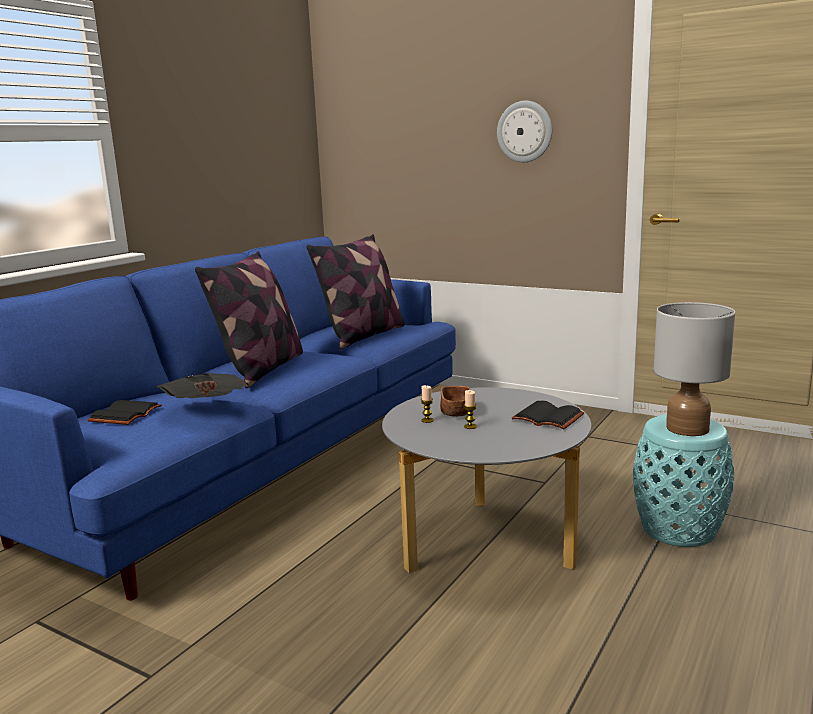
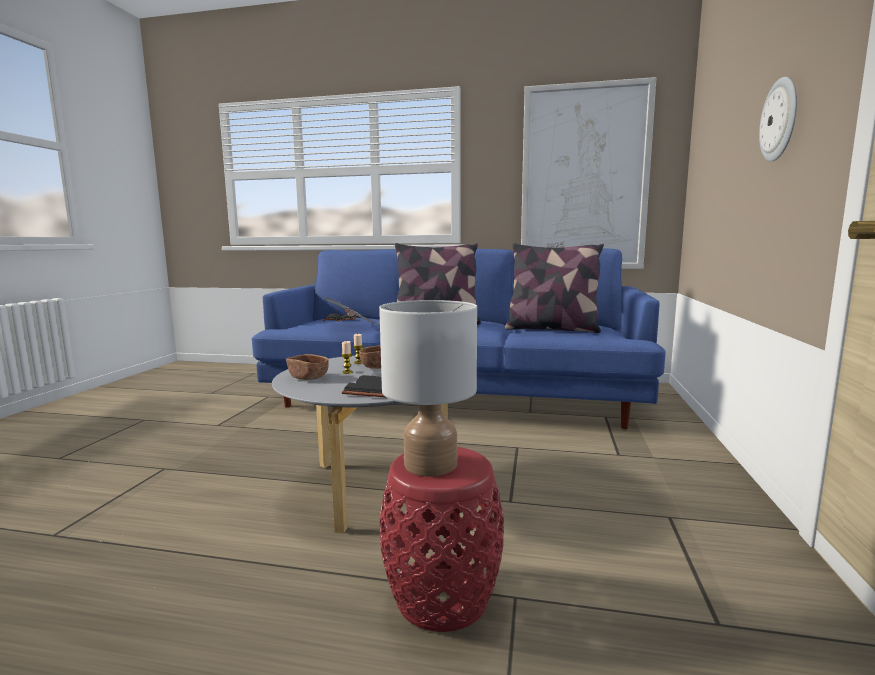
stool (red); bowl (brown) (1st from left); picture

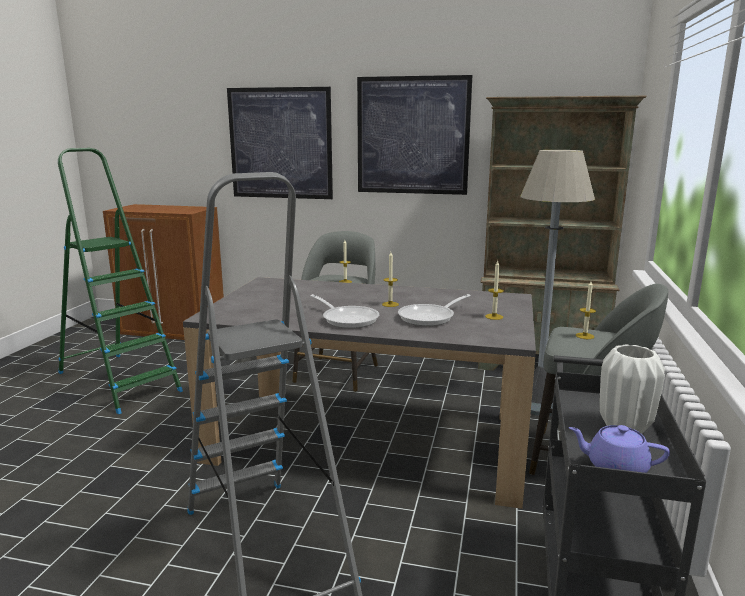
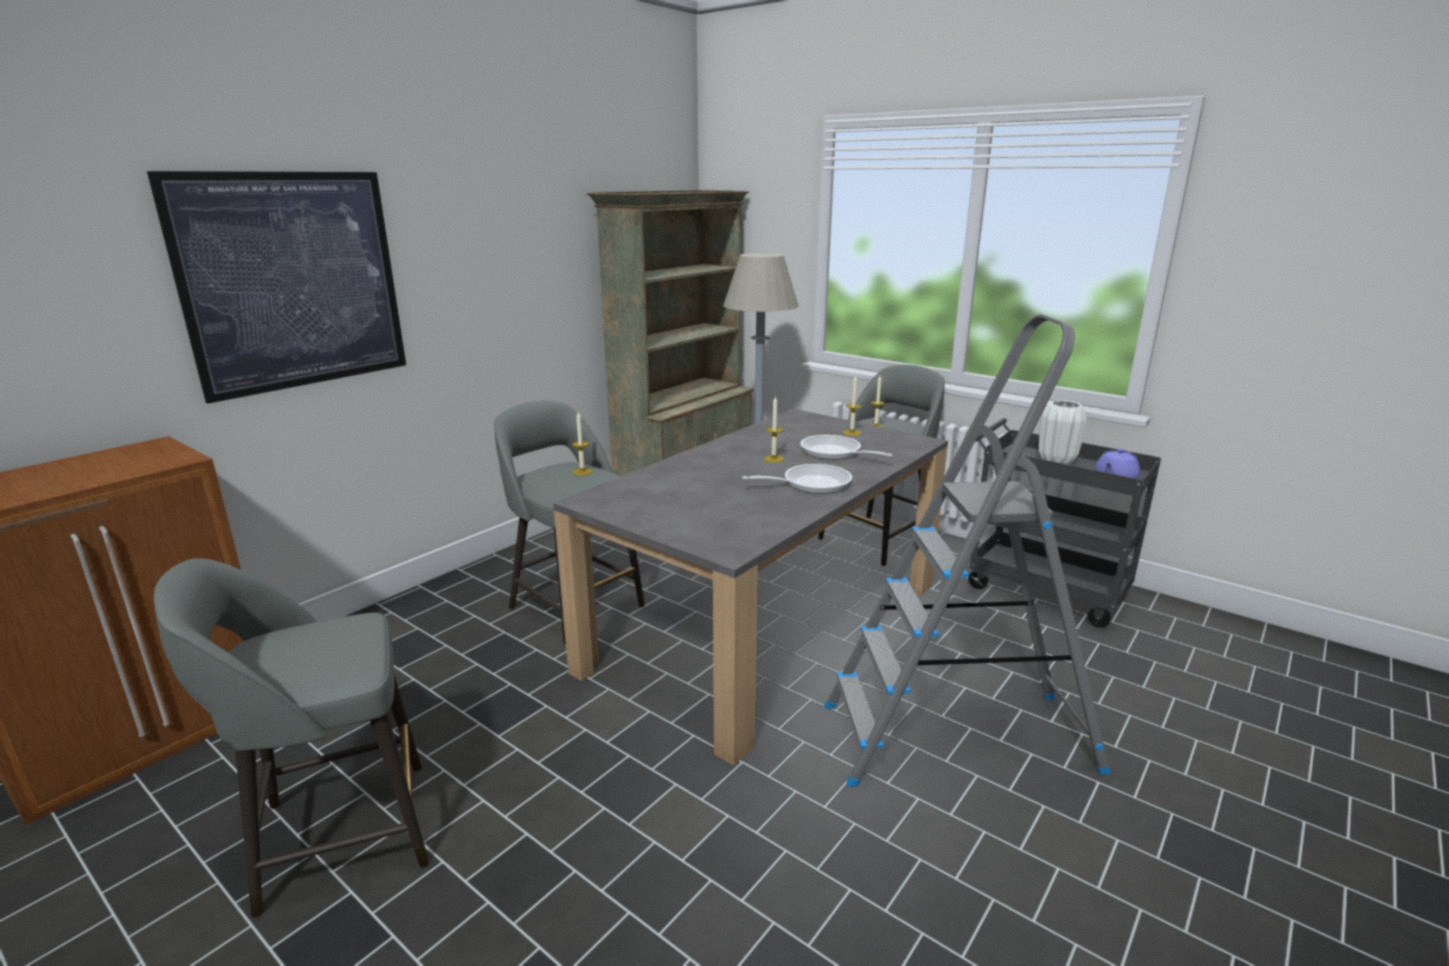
stool (grey) (1st from left); picture (2nd from left in the first image); frying pan (2nd from left)

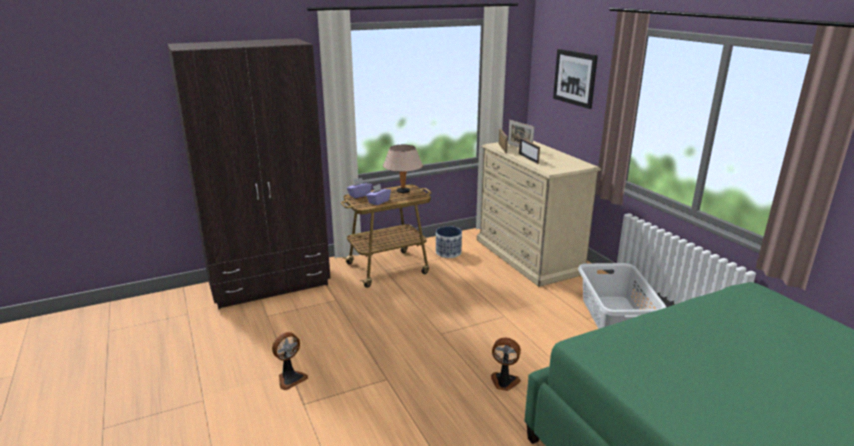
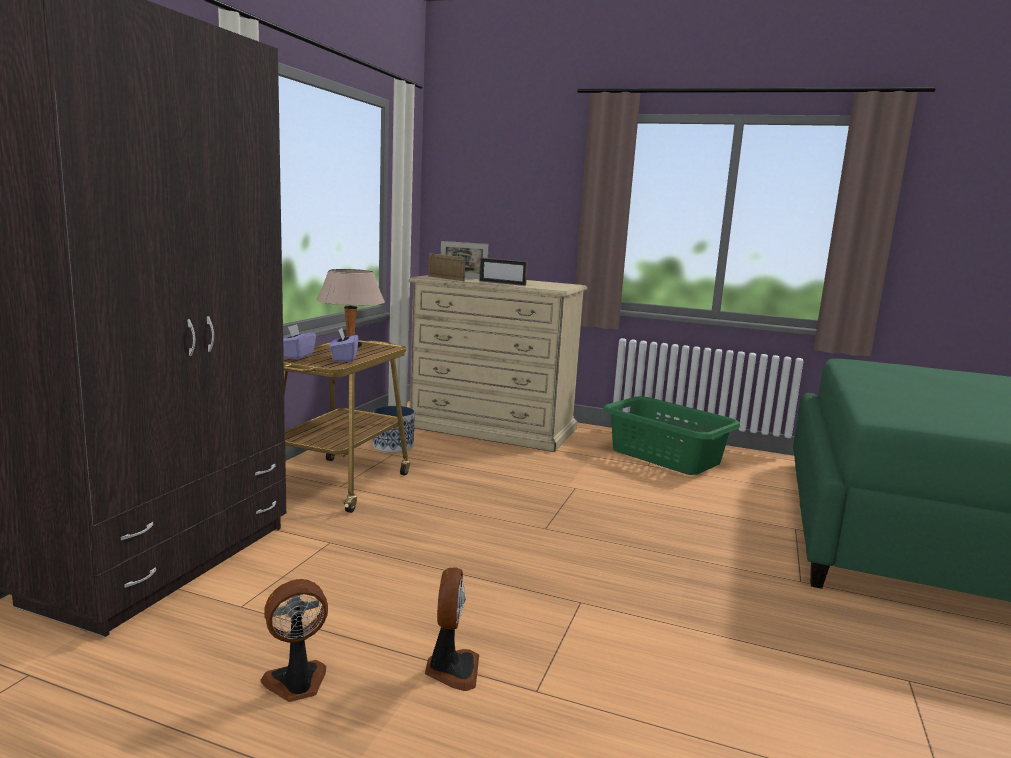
fan (1st from left); picture; laundry basket (green)

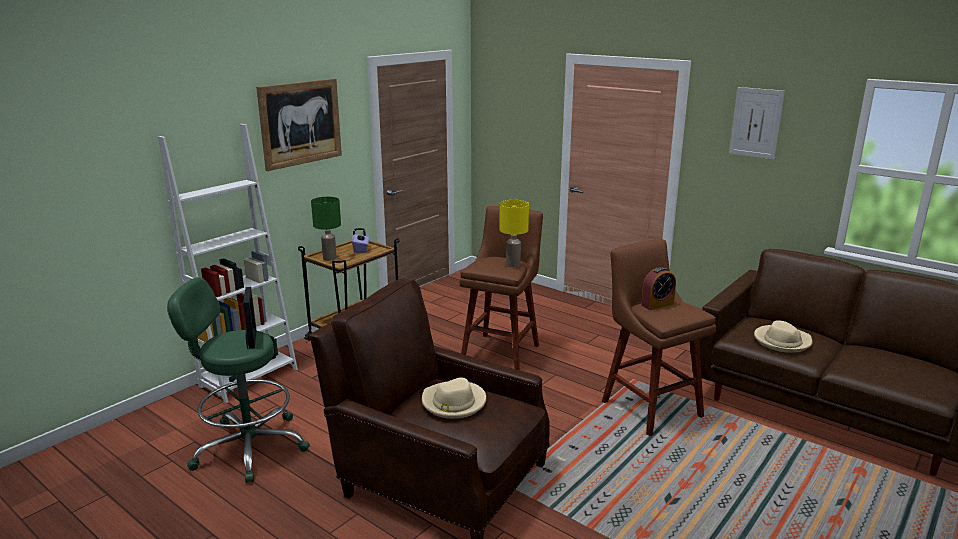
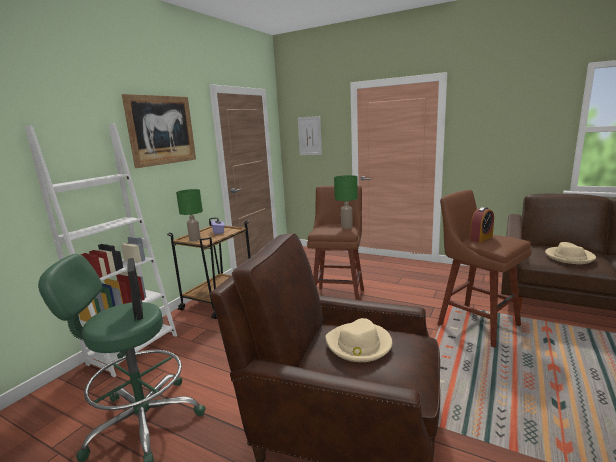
table lamp (green) (2nd from left); picture (2nd from left)

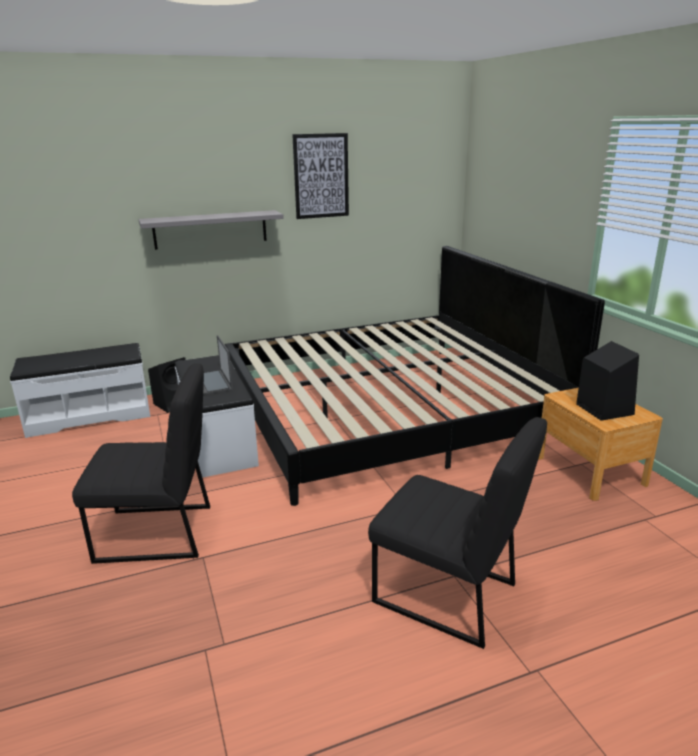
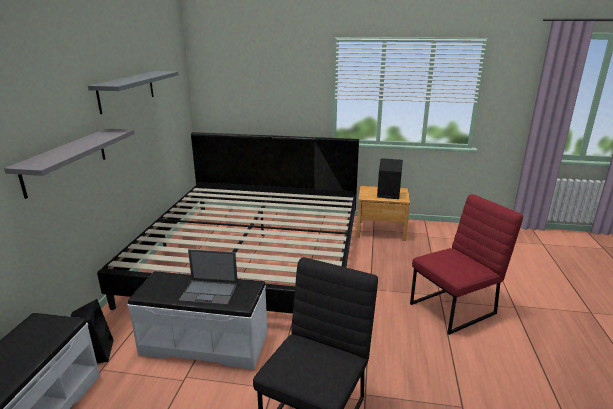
shelf (grey) (2nd from left); chair (red)

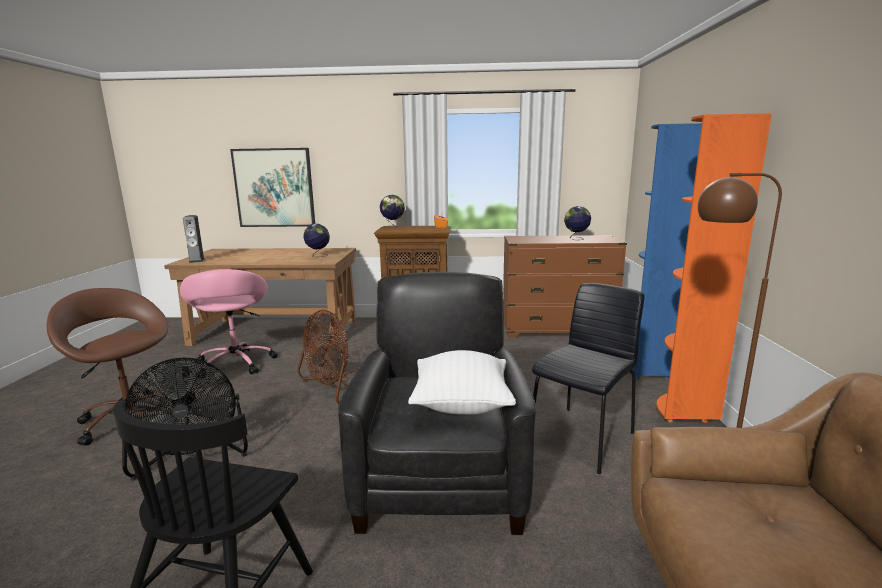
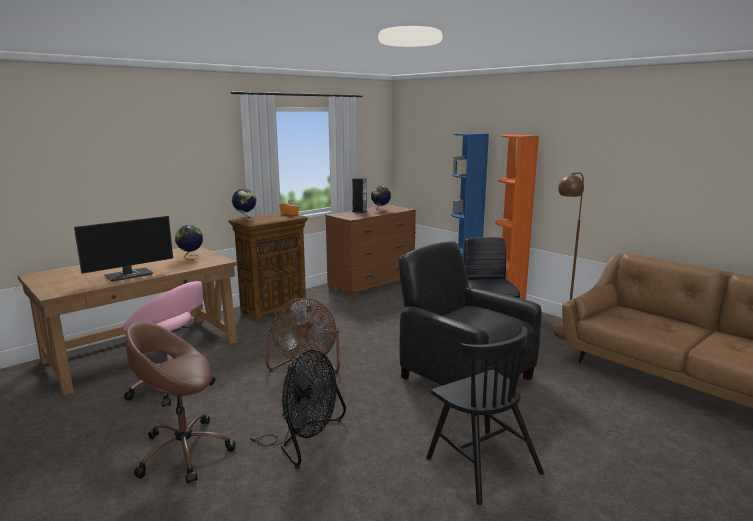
speaker; picture; pillow (white); monitor

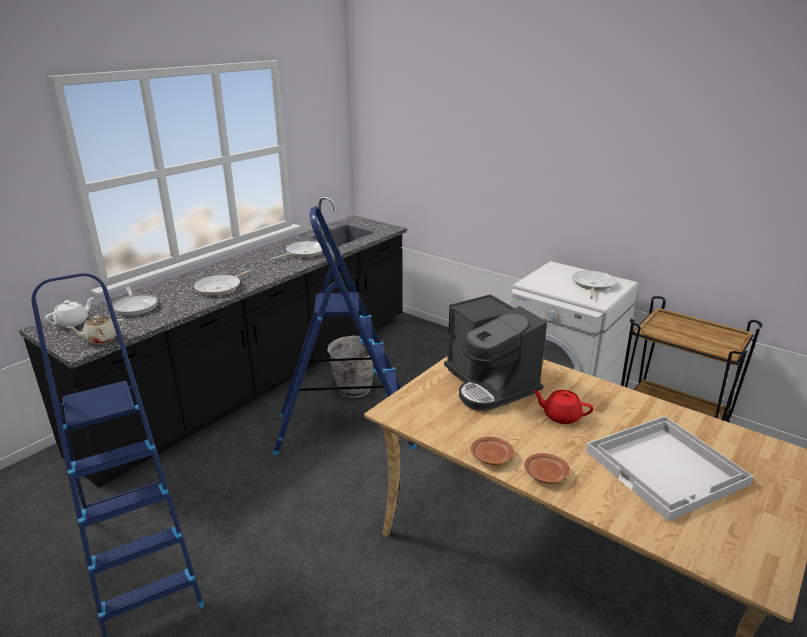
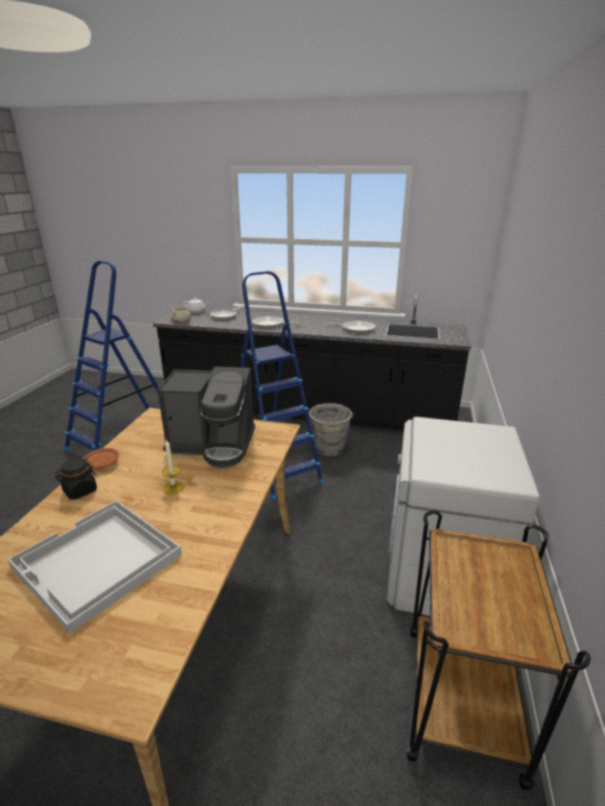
coffee machine; jar (black); candle; frying pan (4th from left in the first image)

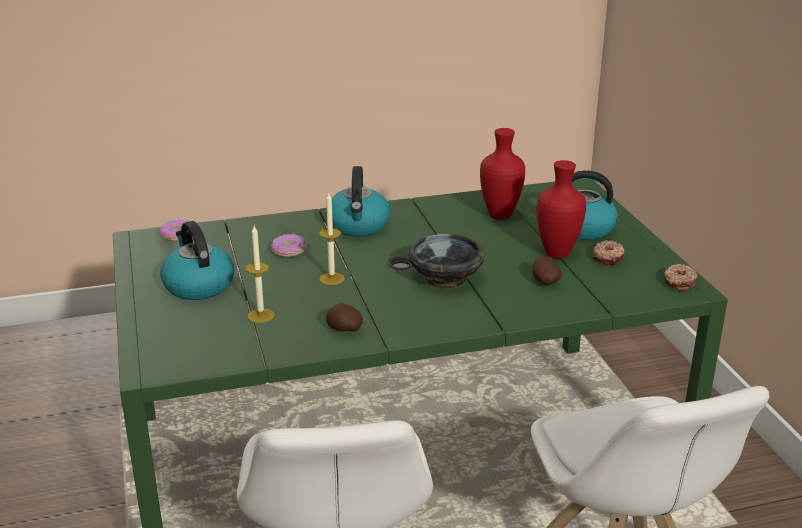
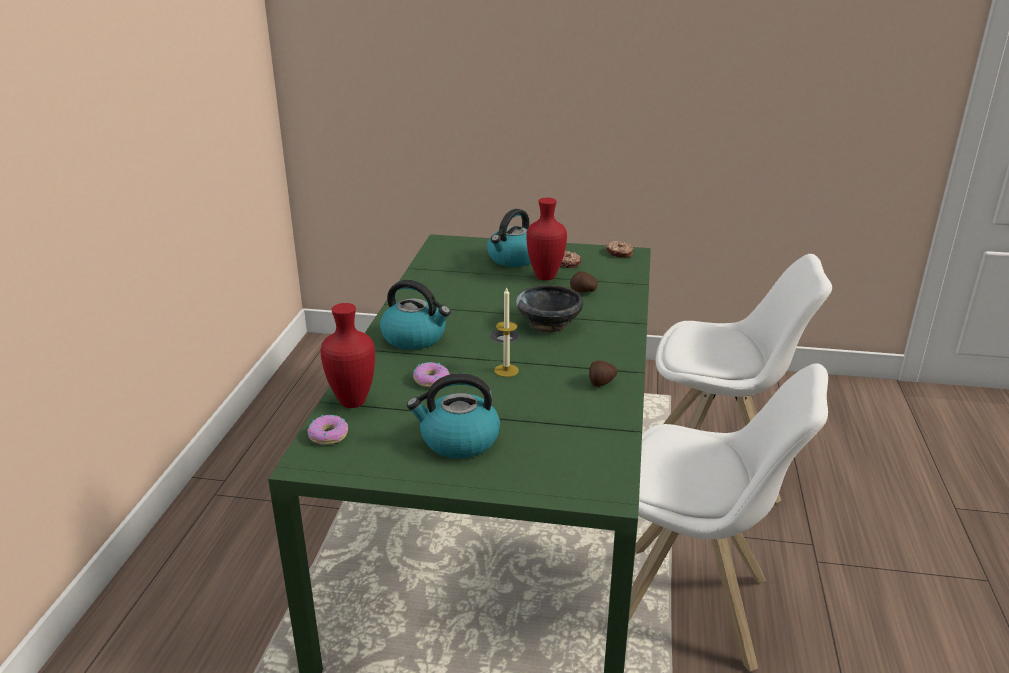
candle (1st from left in the first image); vase (red) (1st from left)

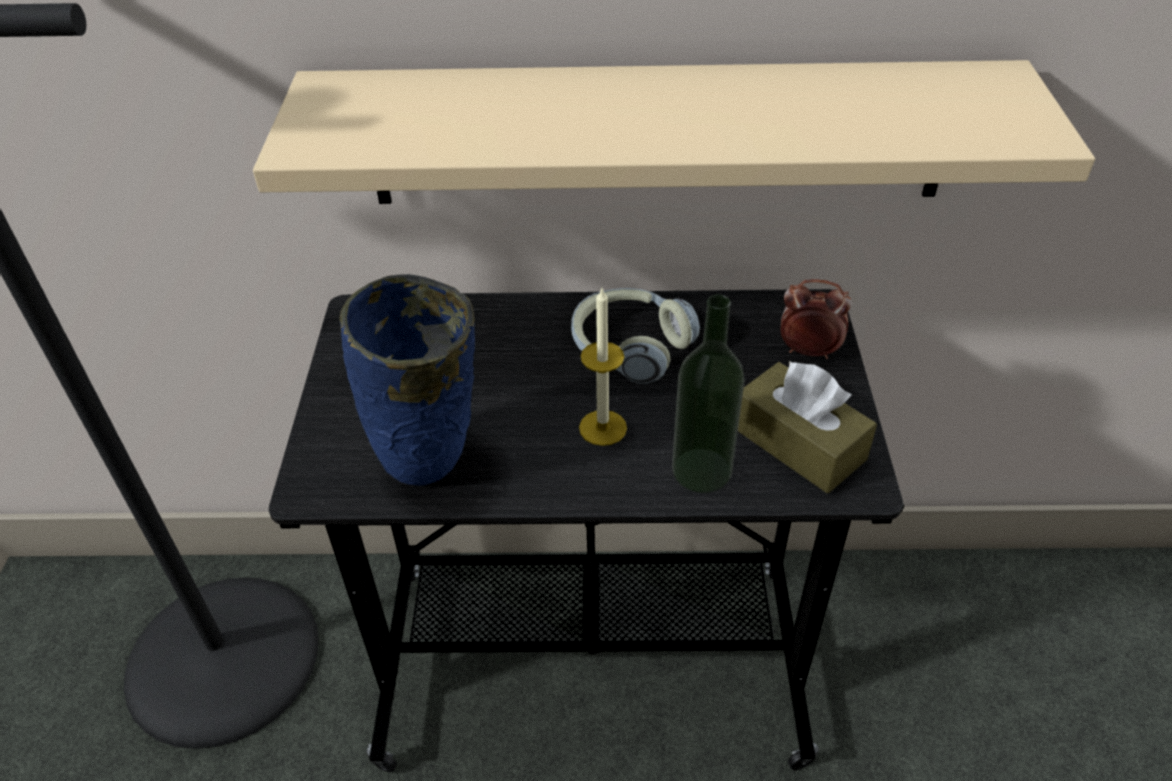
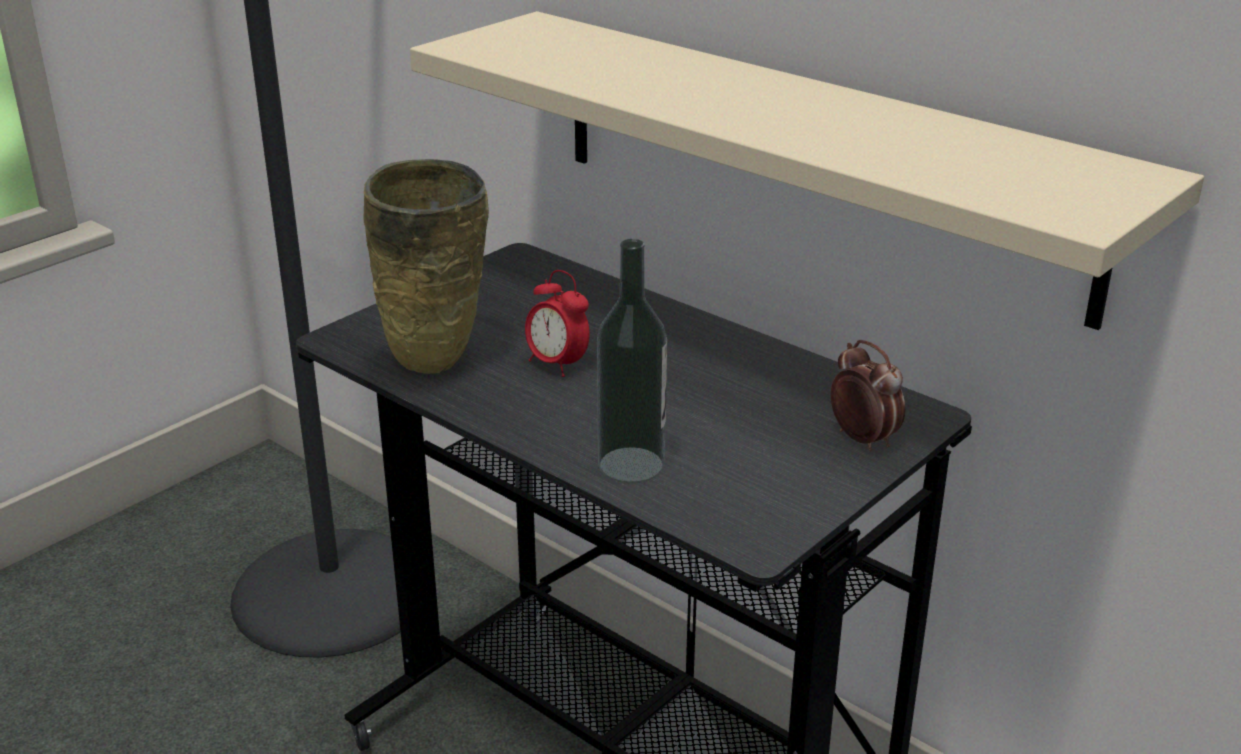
vase (beige); headphones; candle; tissue box (brown); alarm clock (1st from left)

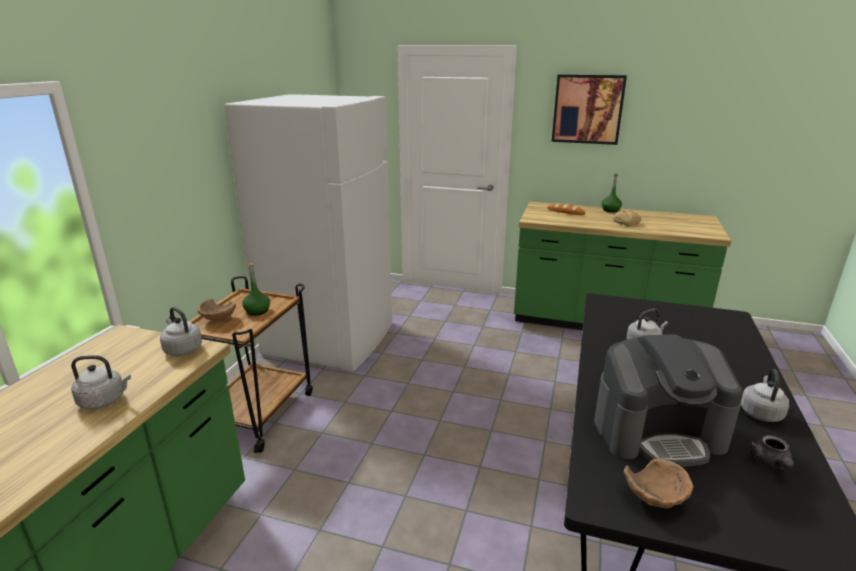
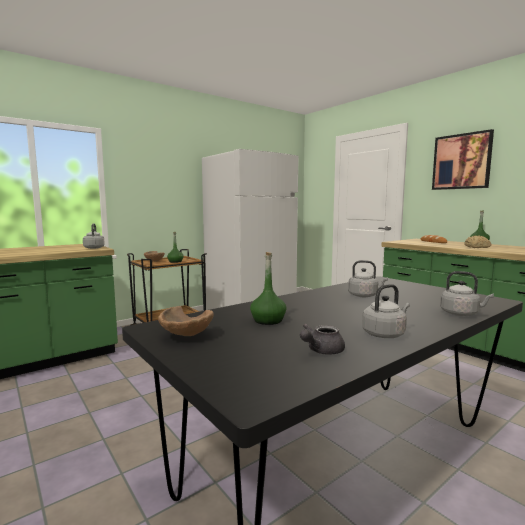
kettle (grey) (4th from left); bottle (green) (2nd from left)

